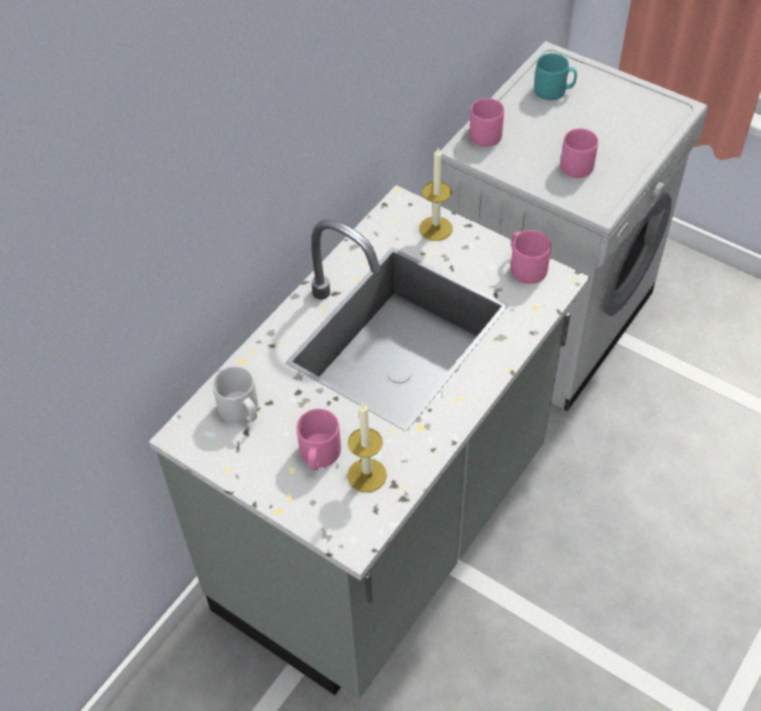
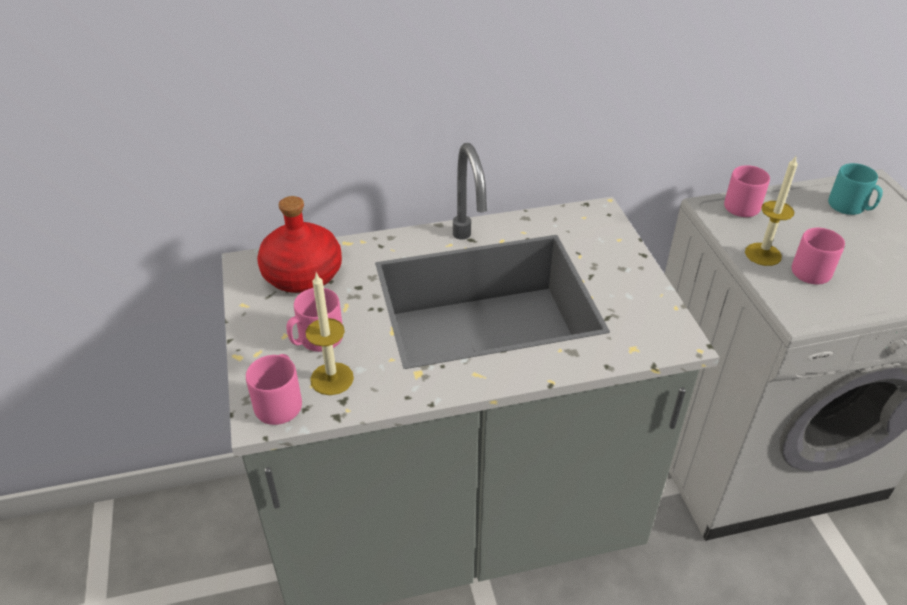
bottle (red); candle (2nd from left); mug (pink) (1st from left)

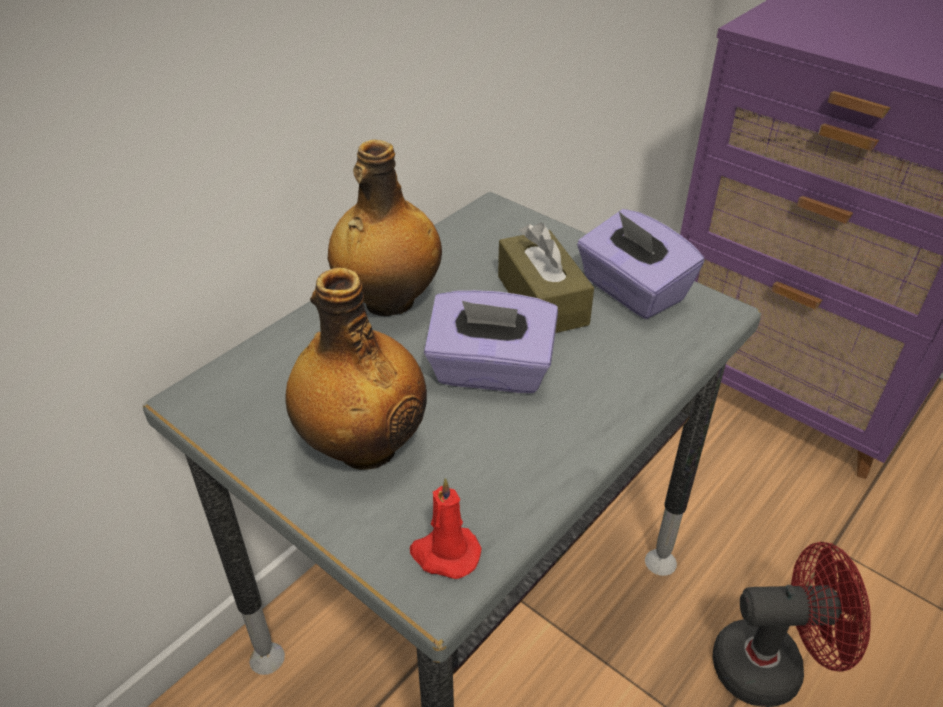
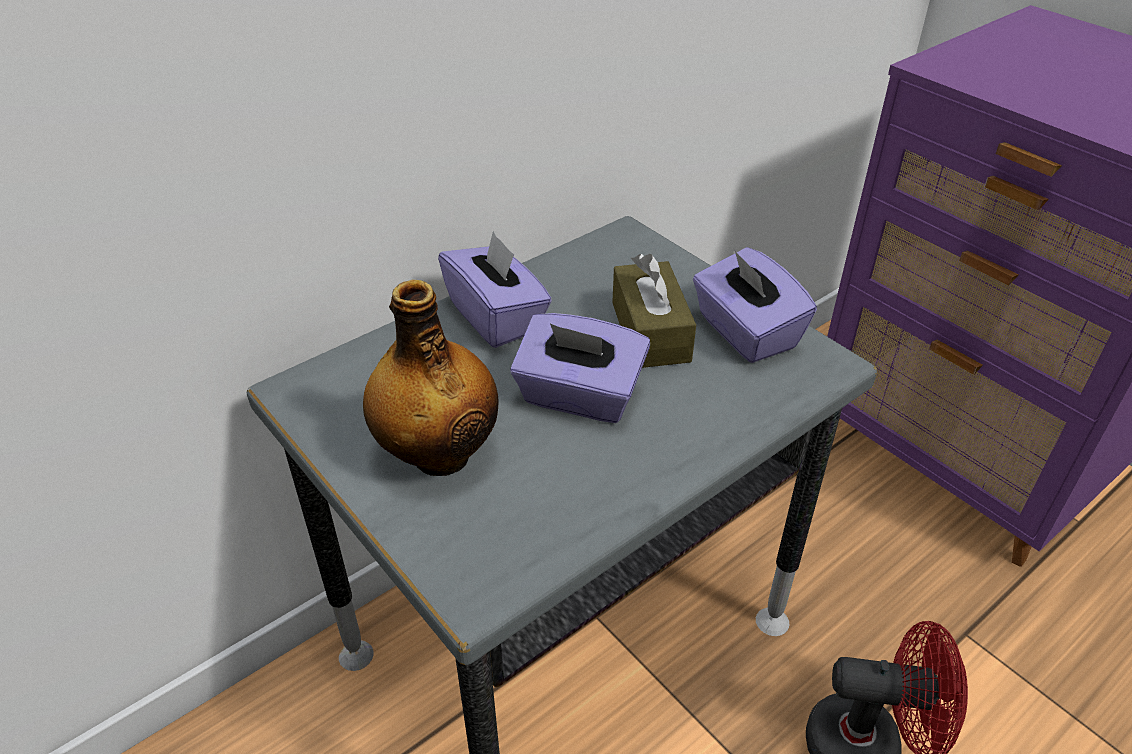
tissue box (purple) (1st from left); candle (red)

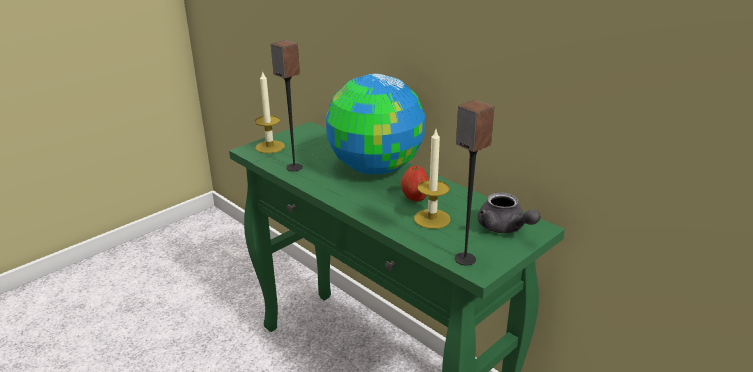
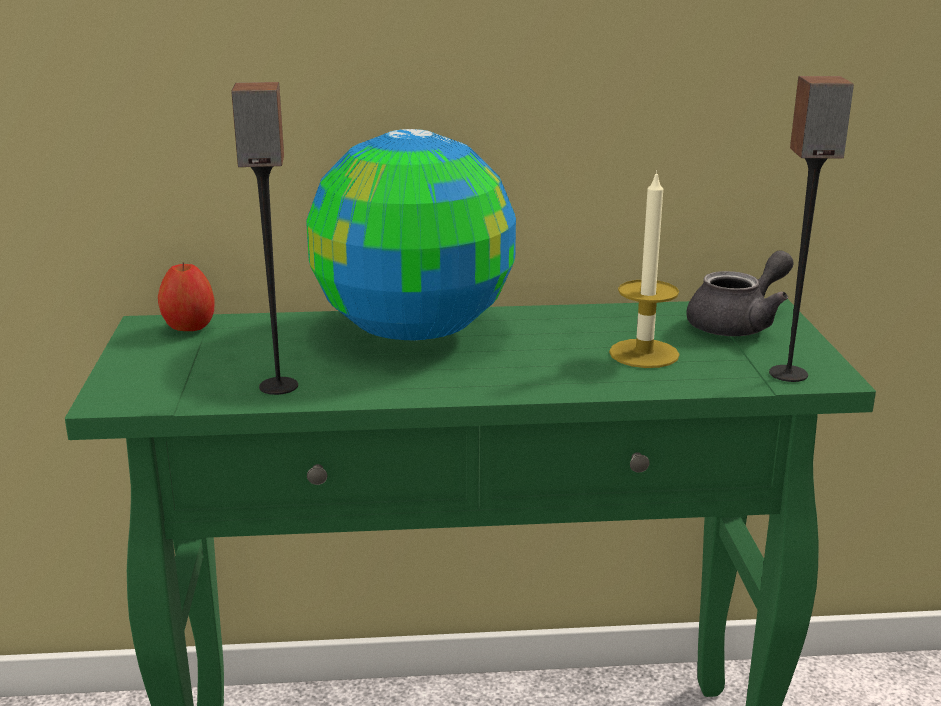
candle (1st from left in the first image); apple; teapot (grey)

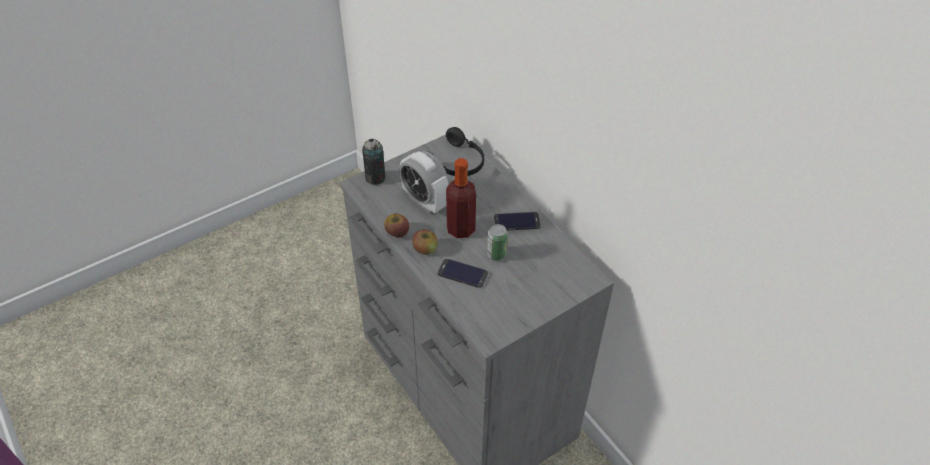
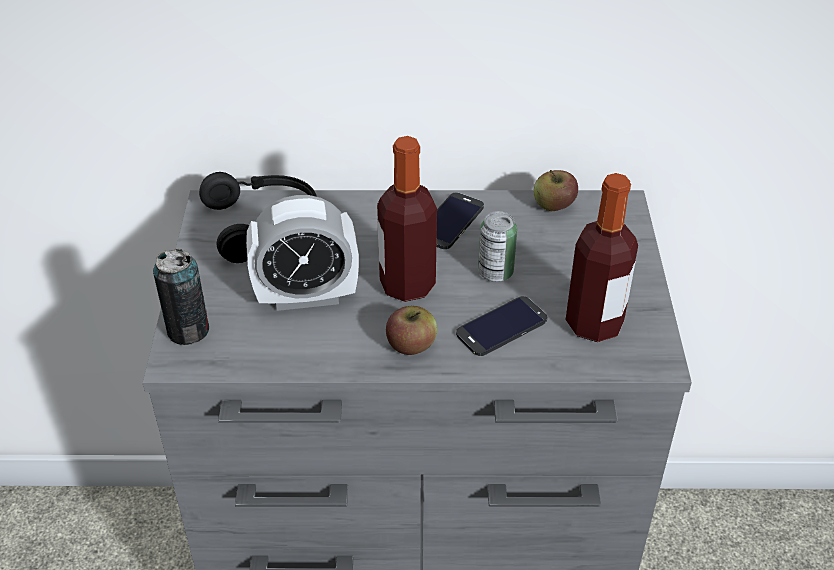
apple (2nd from left); bottle (2nd from left)

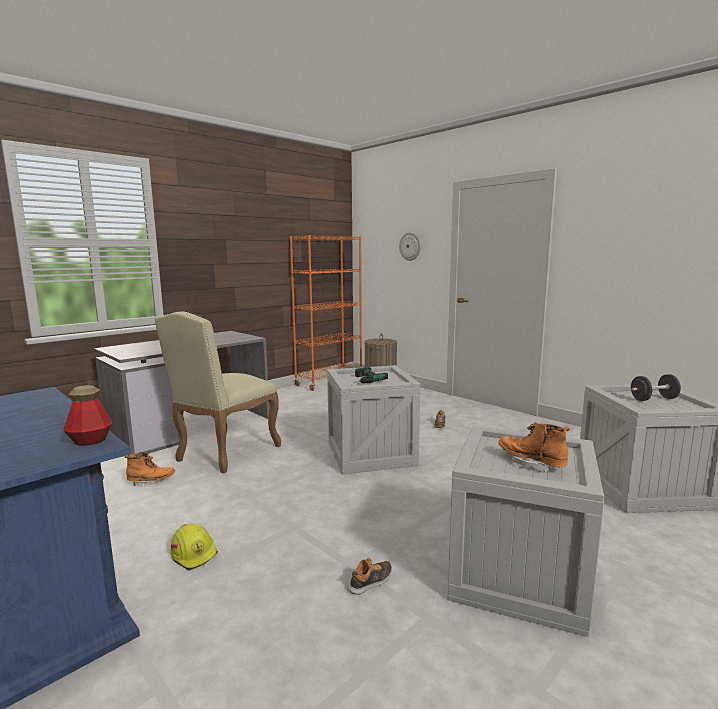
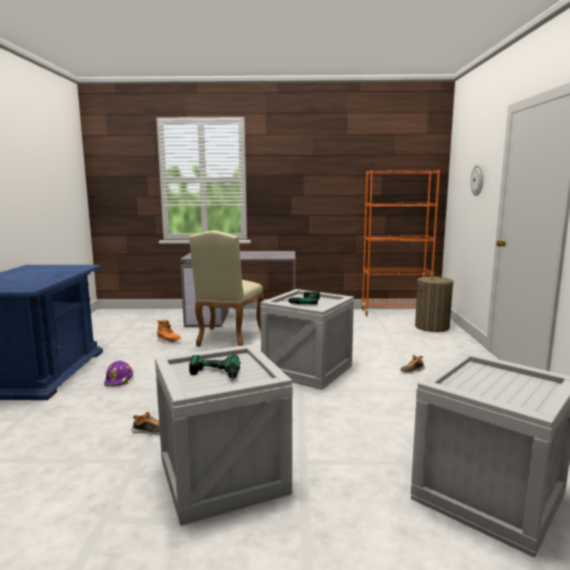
bottle; chair (beige); hard hat (purple); power drill (1st from left); dumbbell (black)

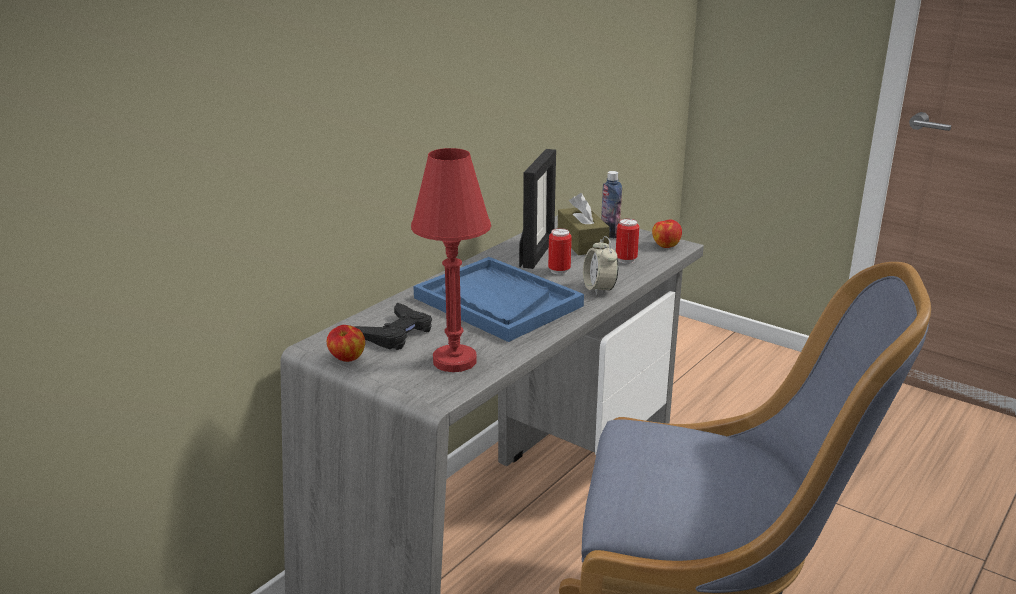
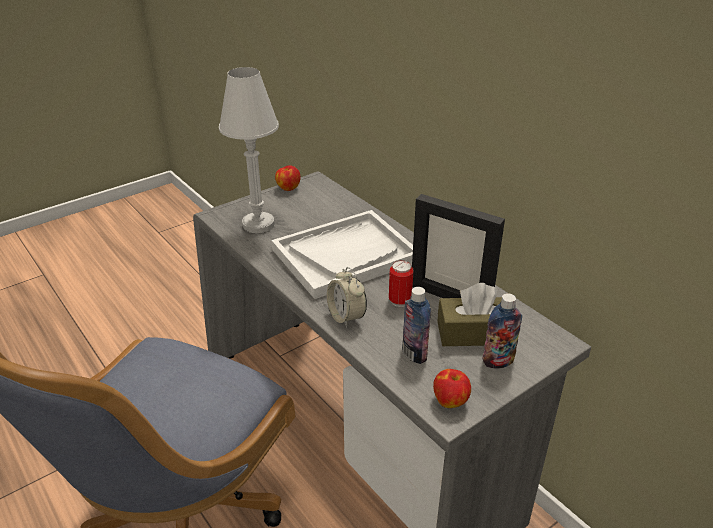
game controller (black); table lamp (white); tray (white); alarm clock; bottle (1st from left)

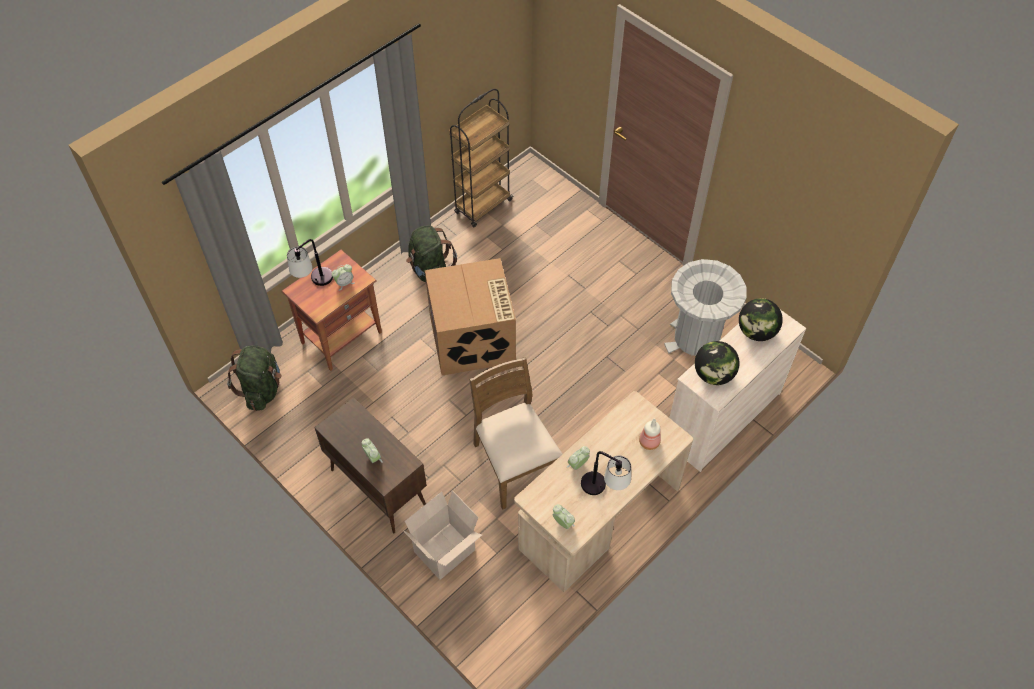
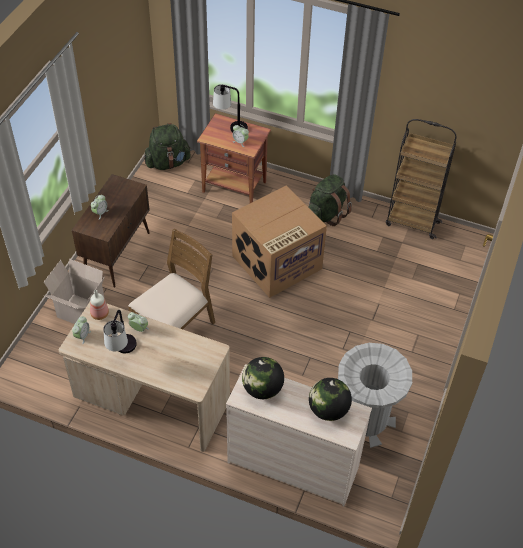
bottle

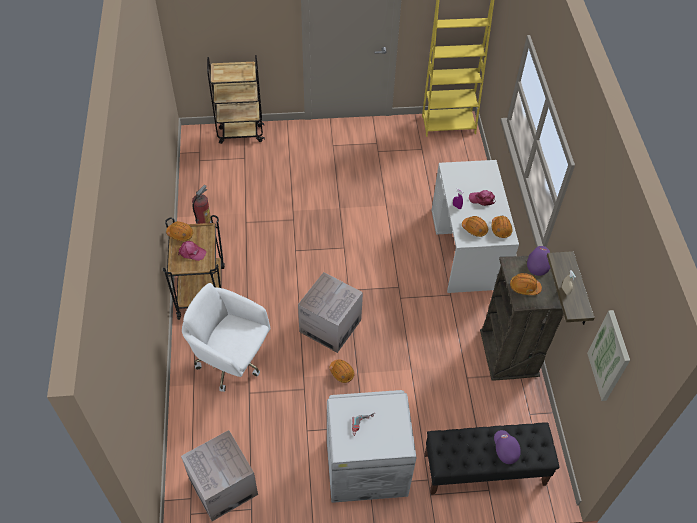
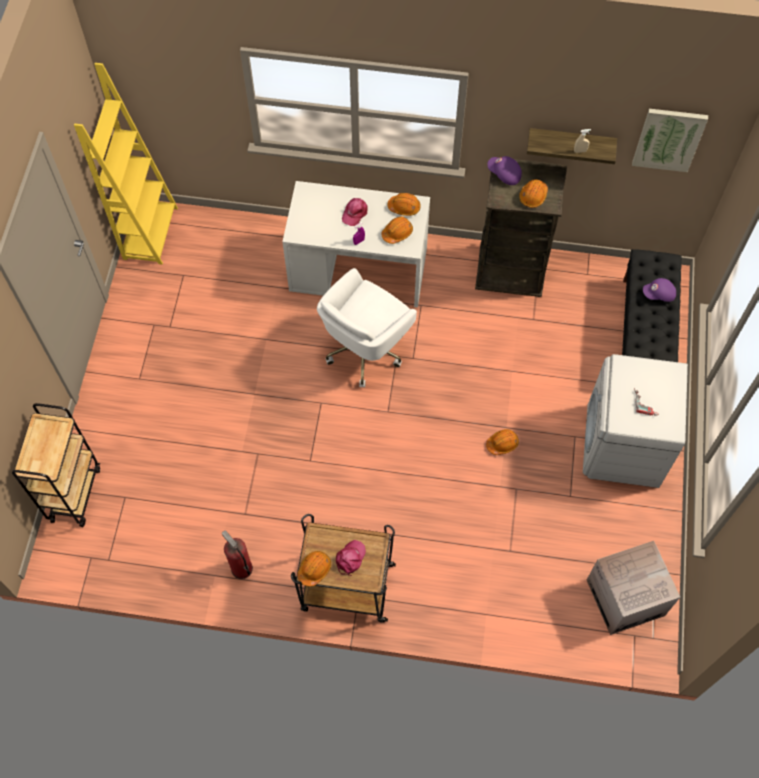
office chair (white); cardboard box (2nd from left in the first image)

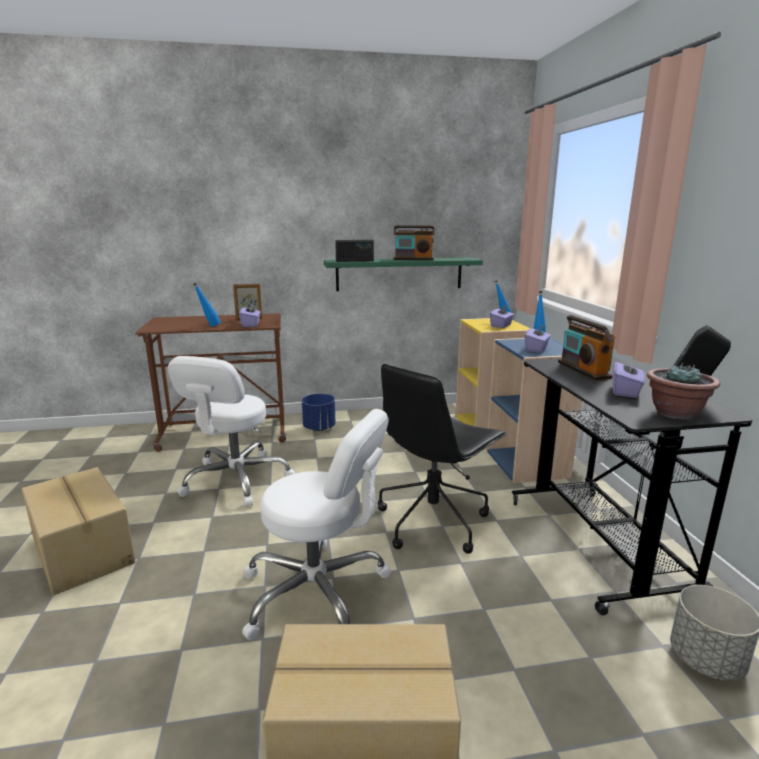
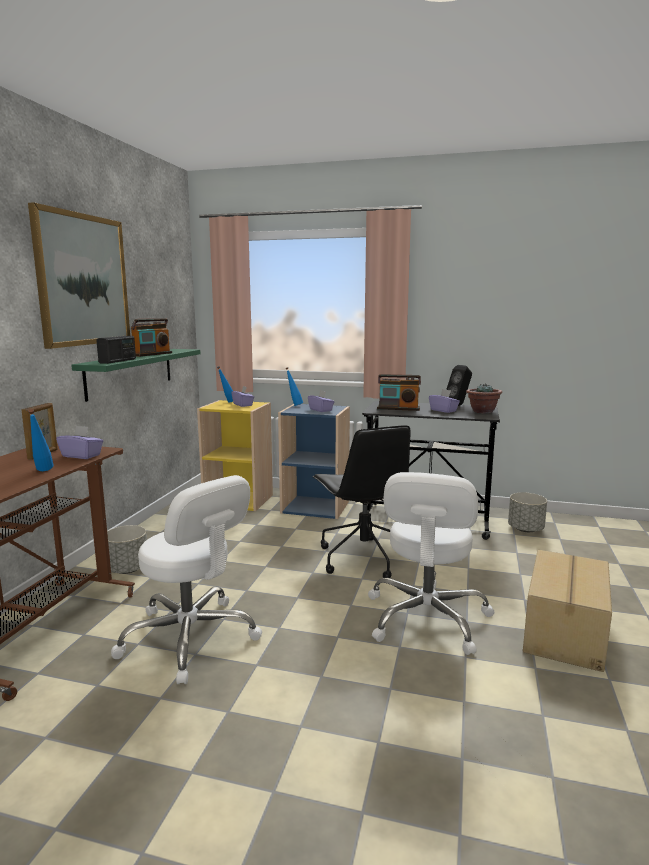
cardboard box (1st from left in the first image); office chair (white) (2nd from left); planter (grey) (1st from left); picture

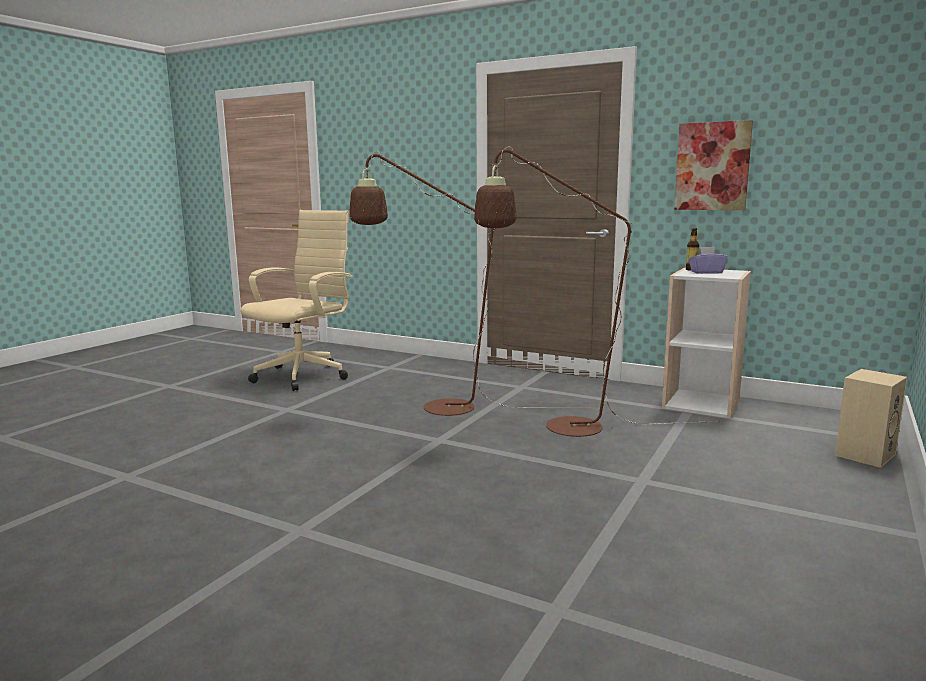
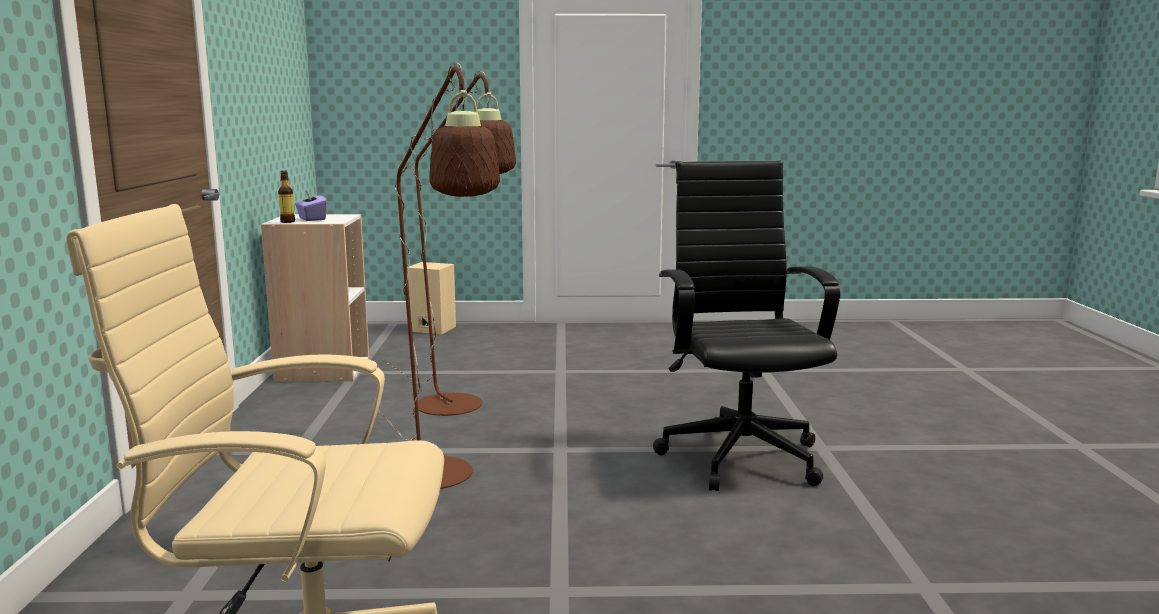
picture; office chair (black)

